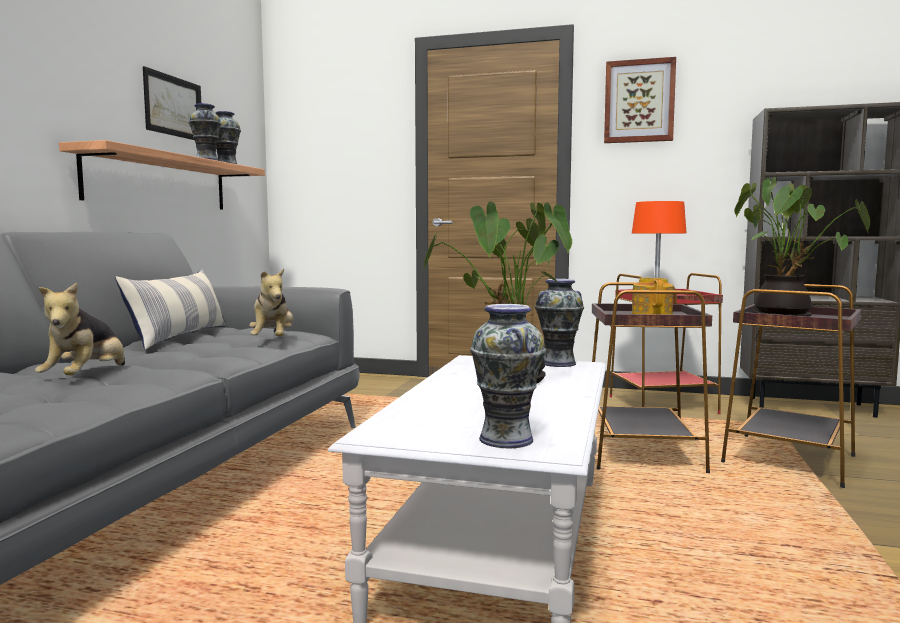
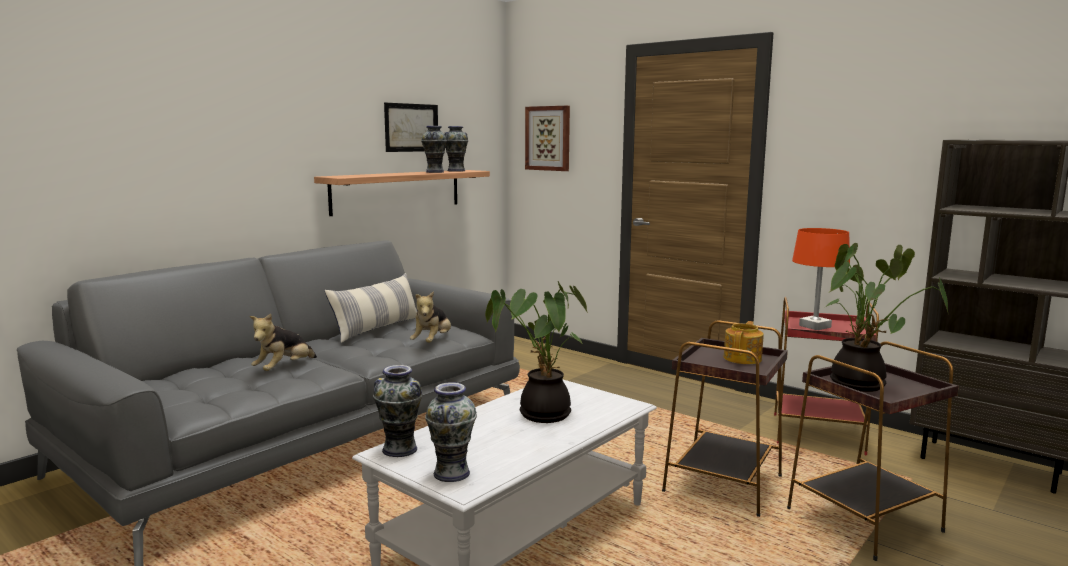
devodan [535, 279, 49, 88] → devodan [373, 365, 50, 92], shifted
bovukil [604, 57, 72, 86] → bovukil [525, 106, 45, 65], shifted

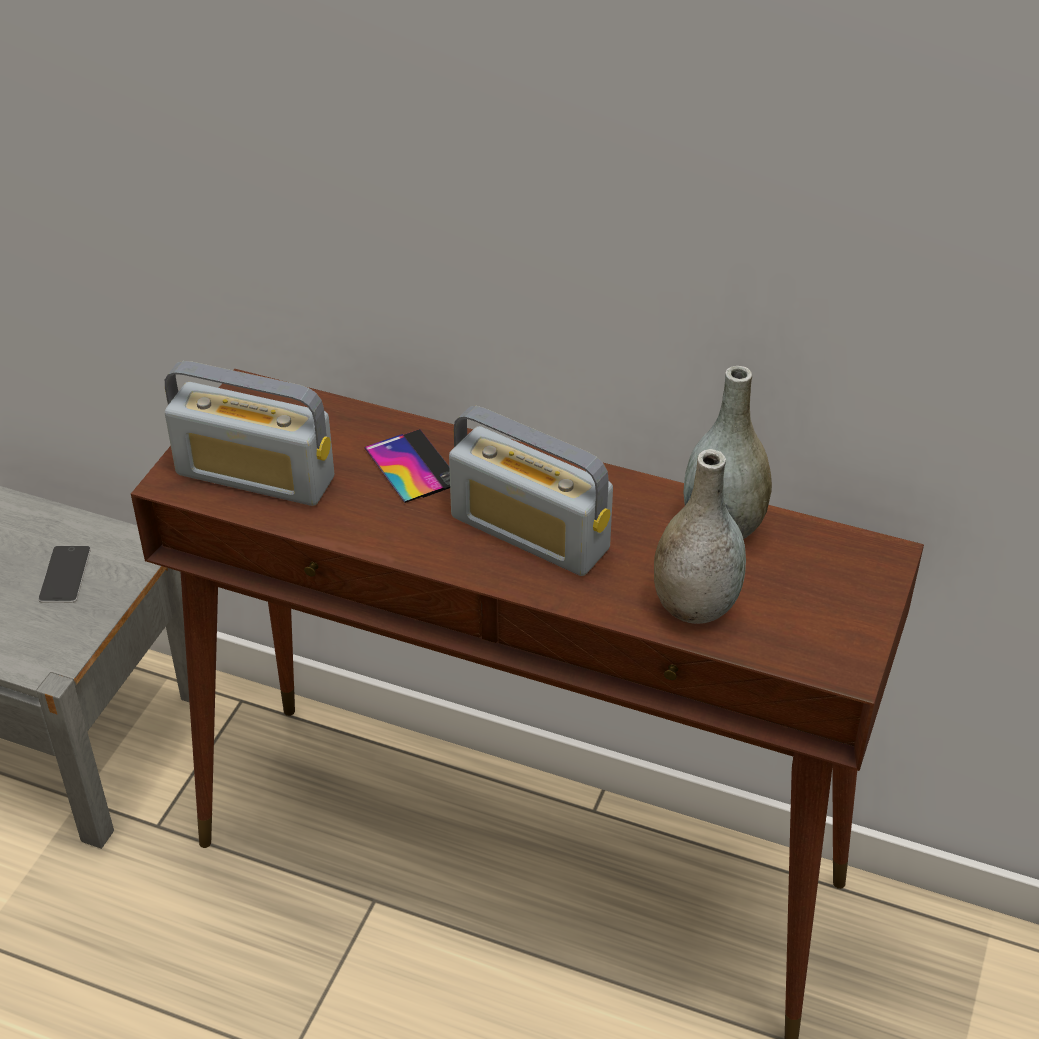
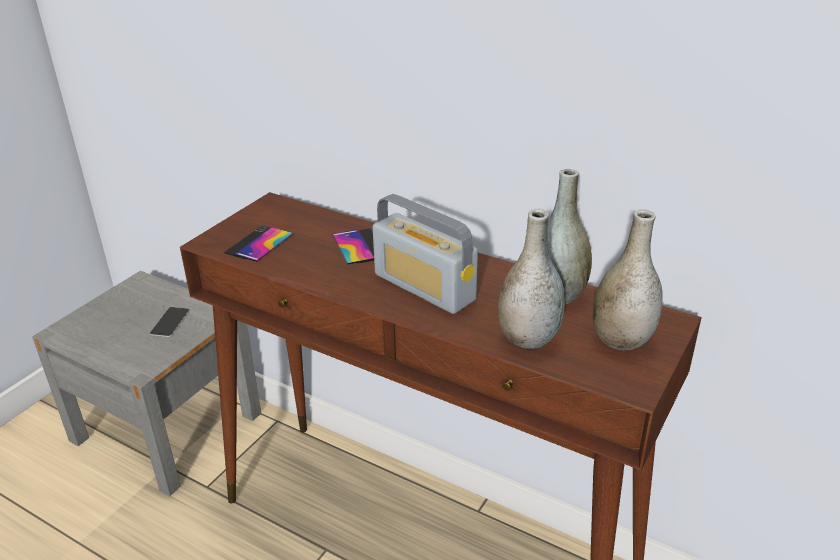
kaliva [165, 361, 170, 145] → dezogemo [224, 225, 69, 37]
- → grey_devodan [593, 209, 70, 141]

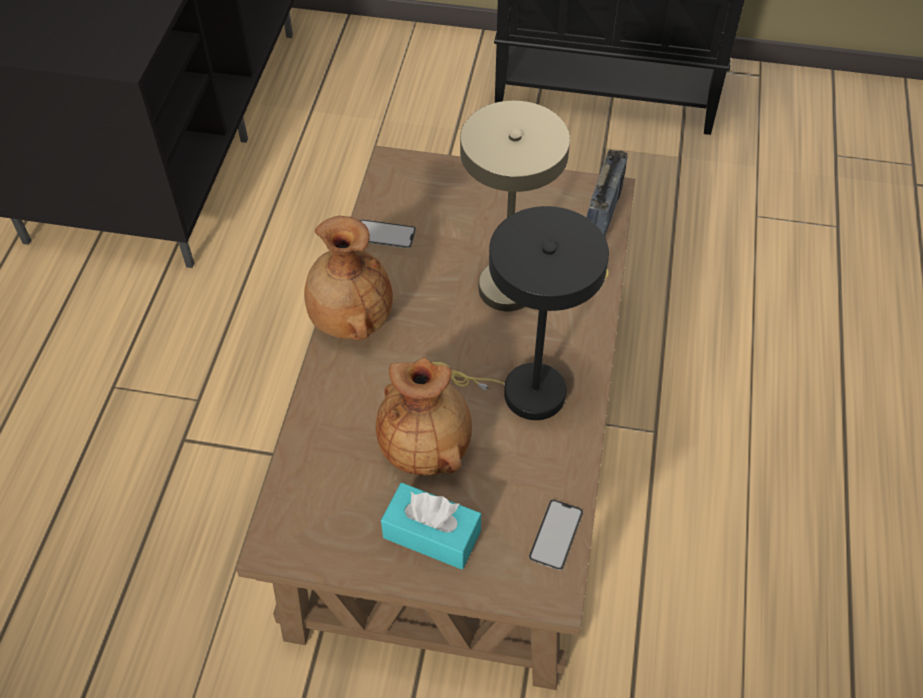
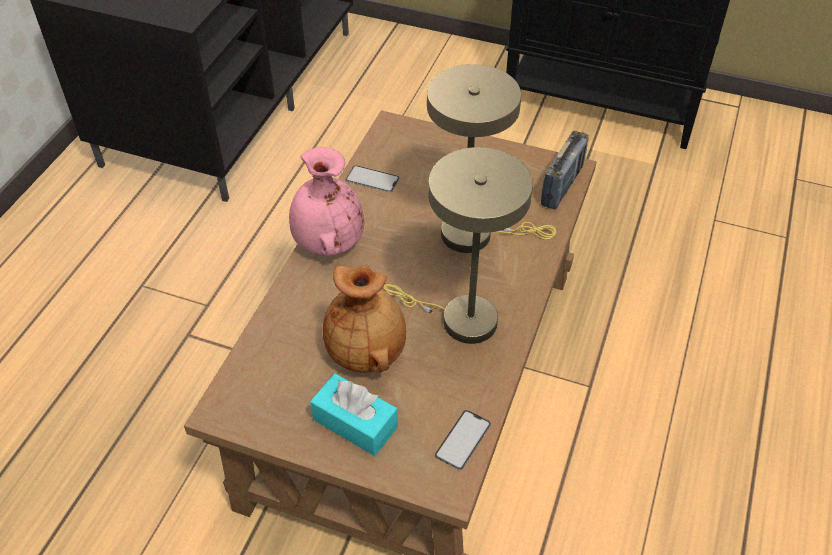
brown_devodan [304, 216, 89, 124] → pink_devodan [289, 147, 75, 109]
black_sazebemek [431, 206, 178, 214] → beige_sazebemek [383, 147, 150, 197]

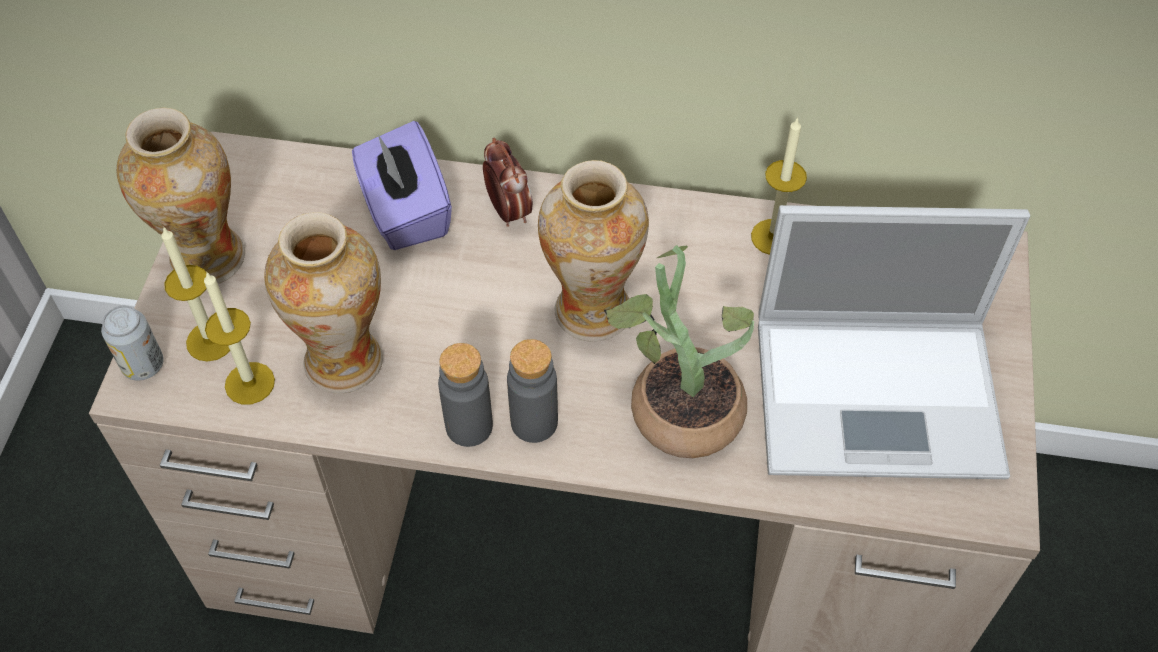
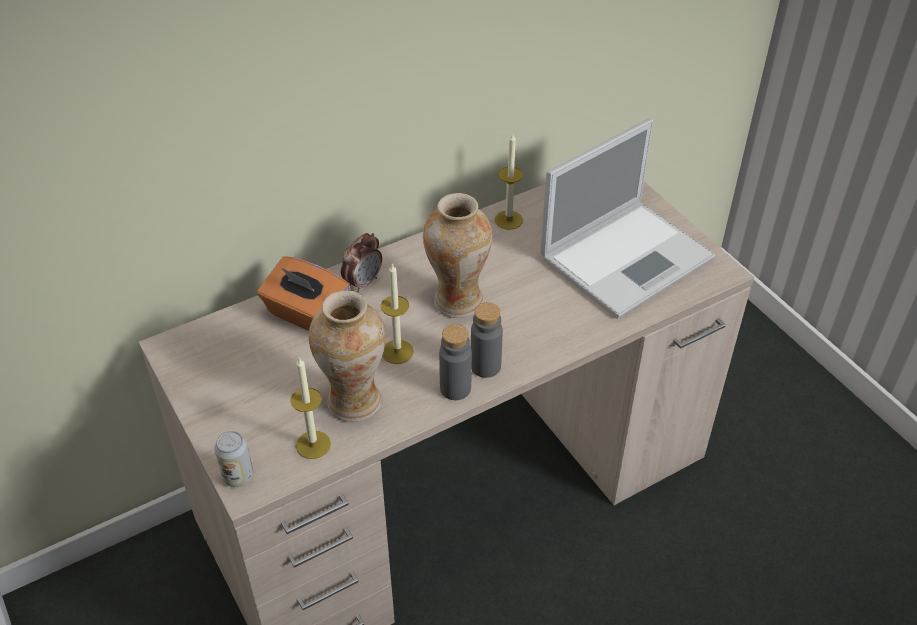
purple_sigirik [352, 121, 100, 129] → orange_sigirik [257, 256, 93, 75]
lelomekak [483, 138, 50, 89] → lelomekak [341, 233, 41, 60], 105 degrees clockwise
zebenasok [161, 226, 69, 136] → zebenasok [381, 263, 33, 101], shifted
devodan [116, 107, 129, 177] → -
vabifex [604, 245, 150, 213] → -

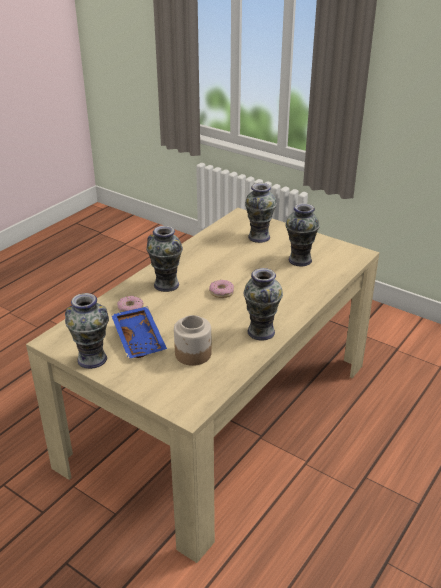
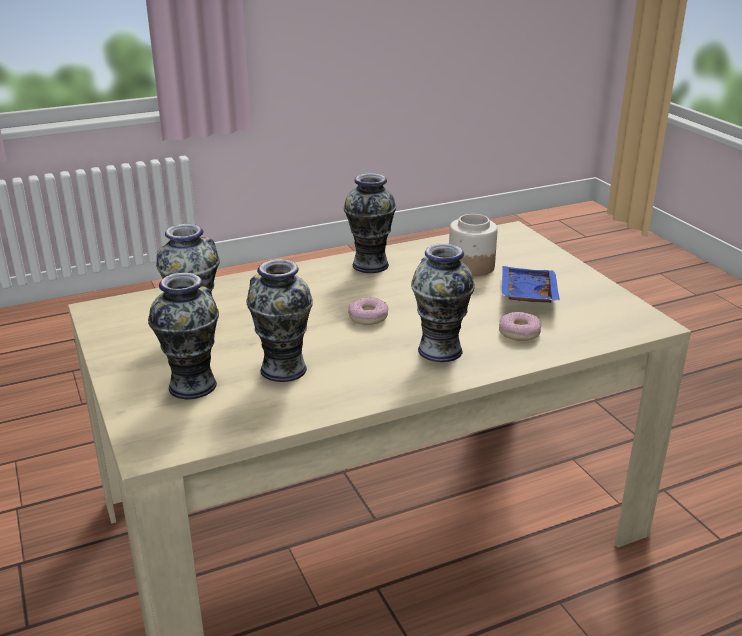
devodan [65, 293, 44, 76] → devodan [246, 259, 67, 123], shifted

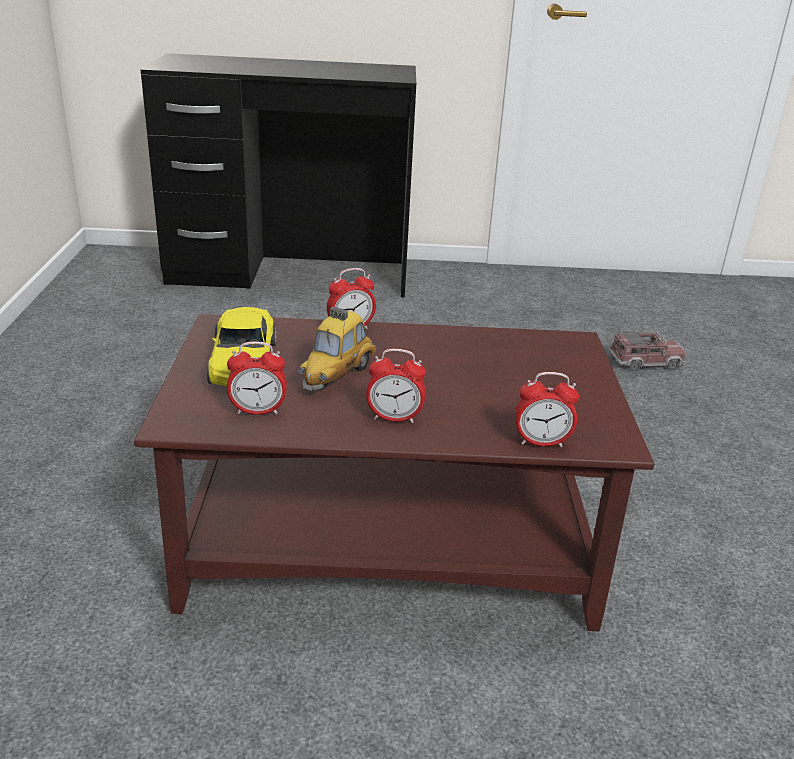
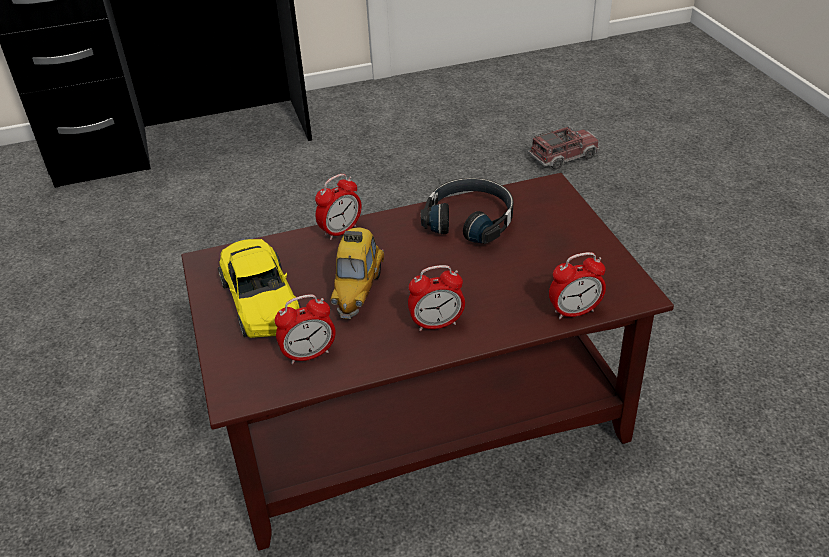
- → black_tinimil [421, 178, 93, 66]

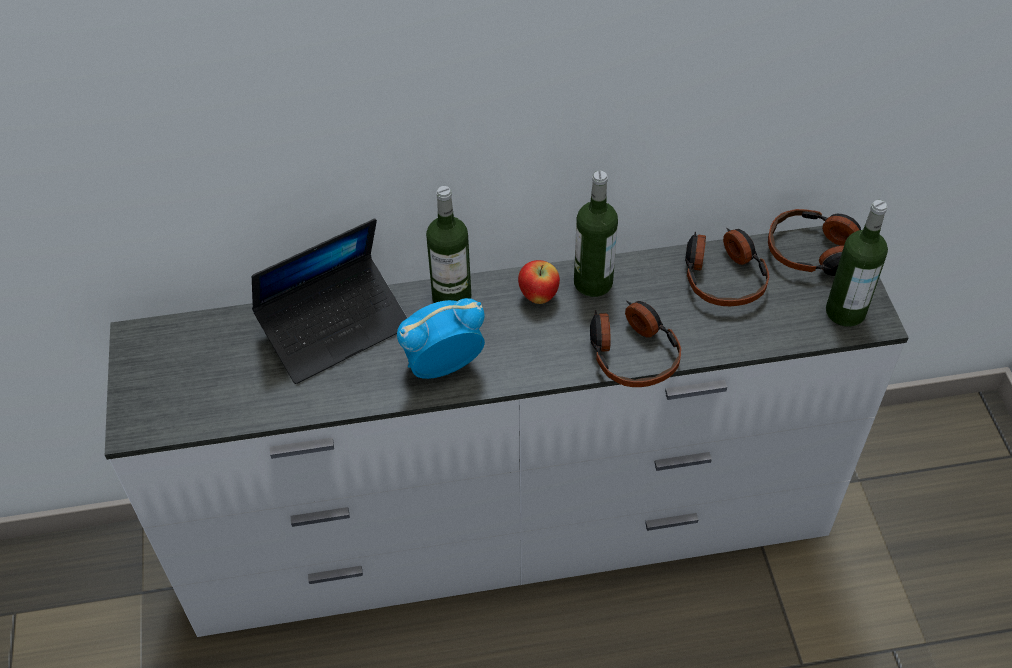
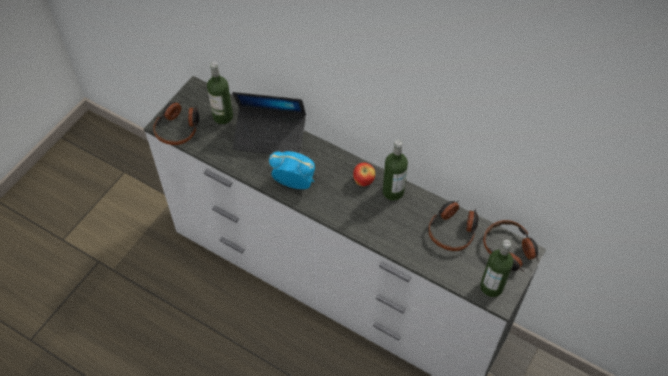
tinimil [590, 300, 91, 87] → tinimil [153, 101, 46, 44], shifted
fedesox [426, 186, 46, 117] → fedesox [207, 62, 26, 62], shifted

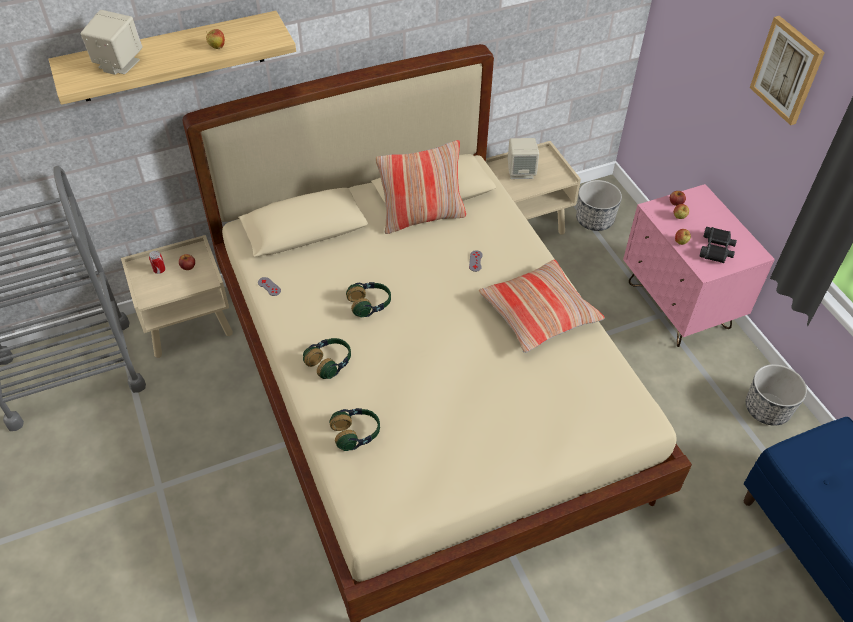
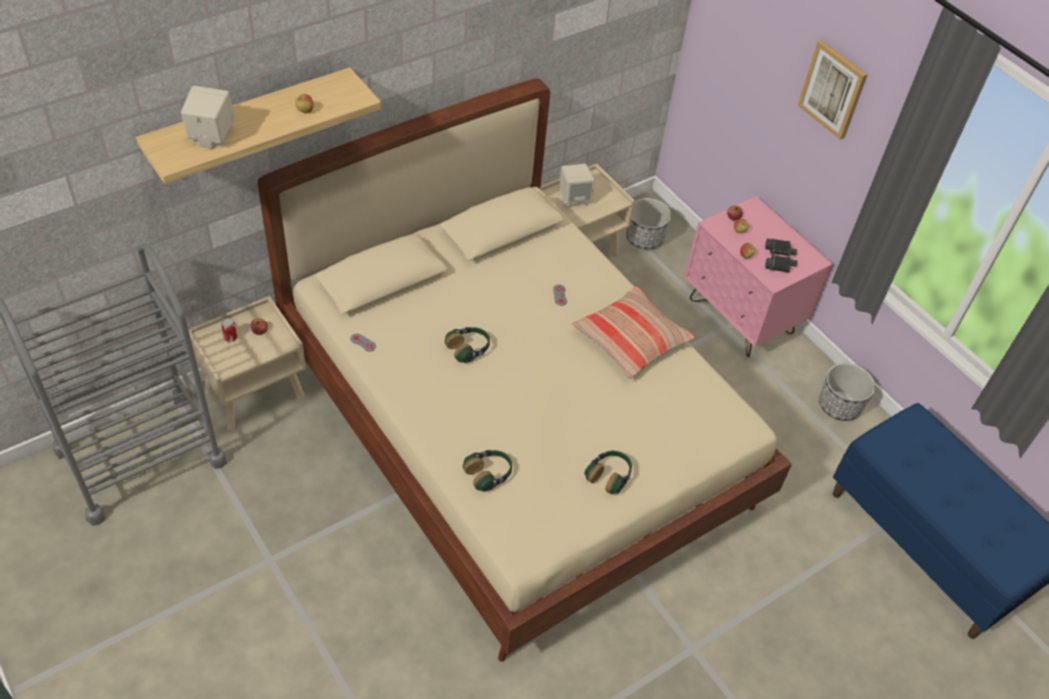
tinimil [303, 338, 48, 41] → tinimil [584, 451, 48, 43], shifted
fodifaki [376, 140, 90, 94] → -

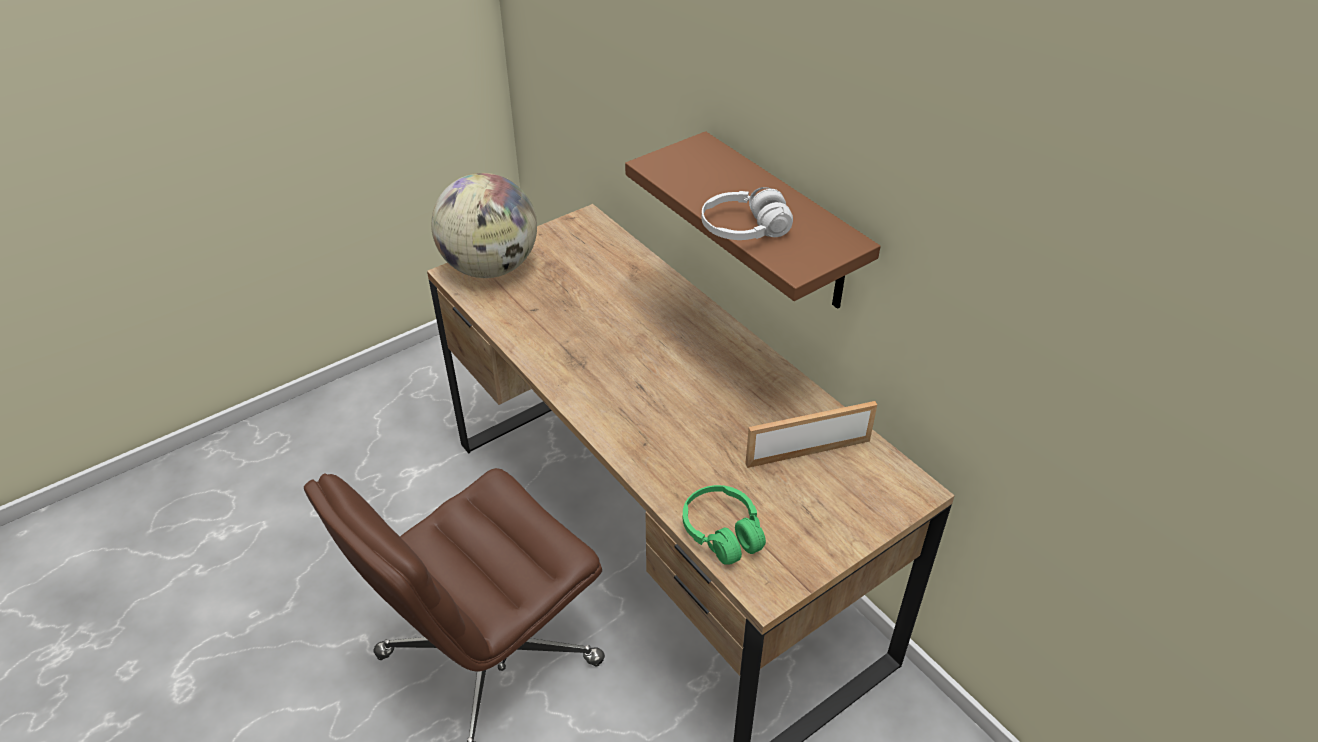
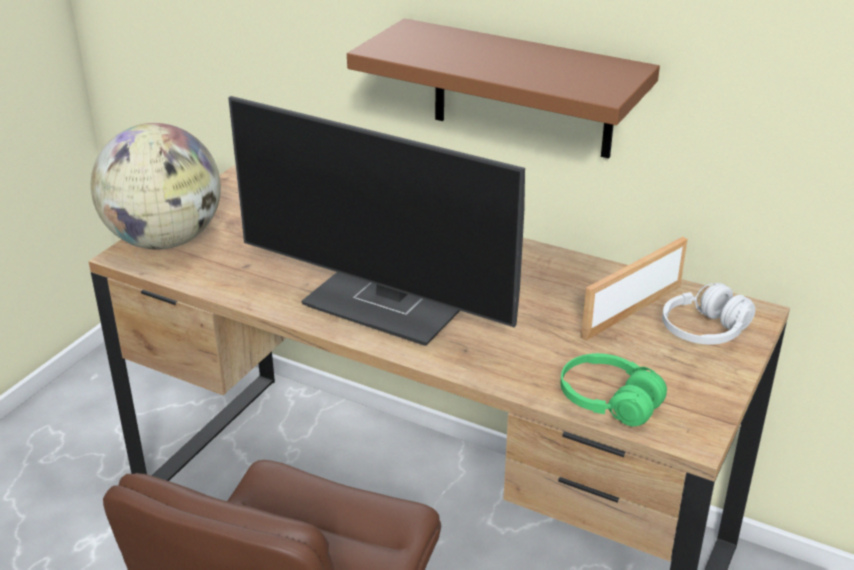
- → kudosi [228, 96, 297, 250]
white_tinimil [702, 187, 91, 53] → white_tinimil [662, 283, 93, 62], shifted

